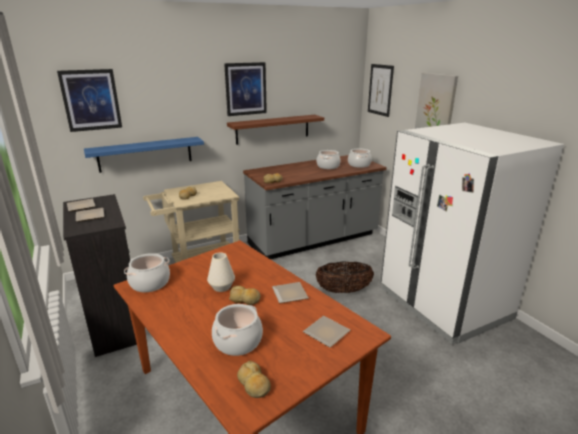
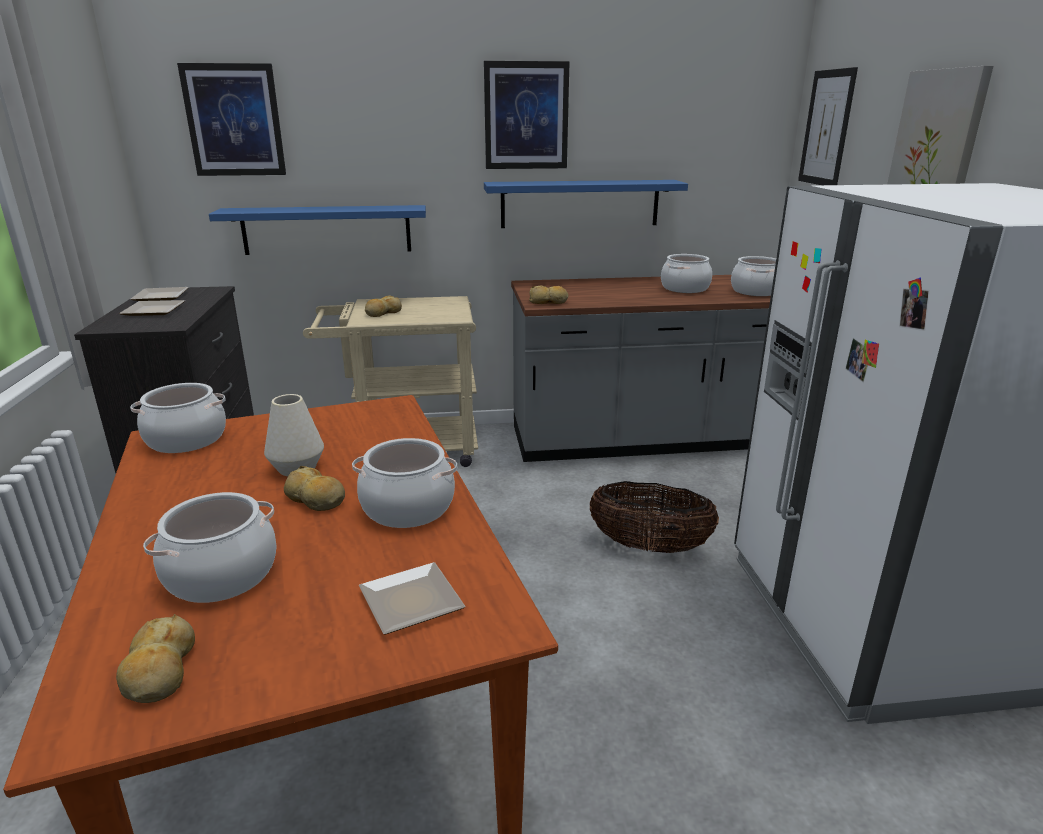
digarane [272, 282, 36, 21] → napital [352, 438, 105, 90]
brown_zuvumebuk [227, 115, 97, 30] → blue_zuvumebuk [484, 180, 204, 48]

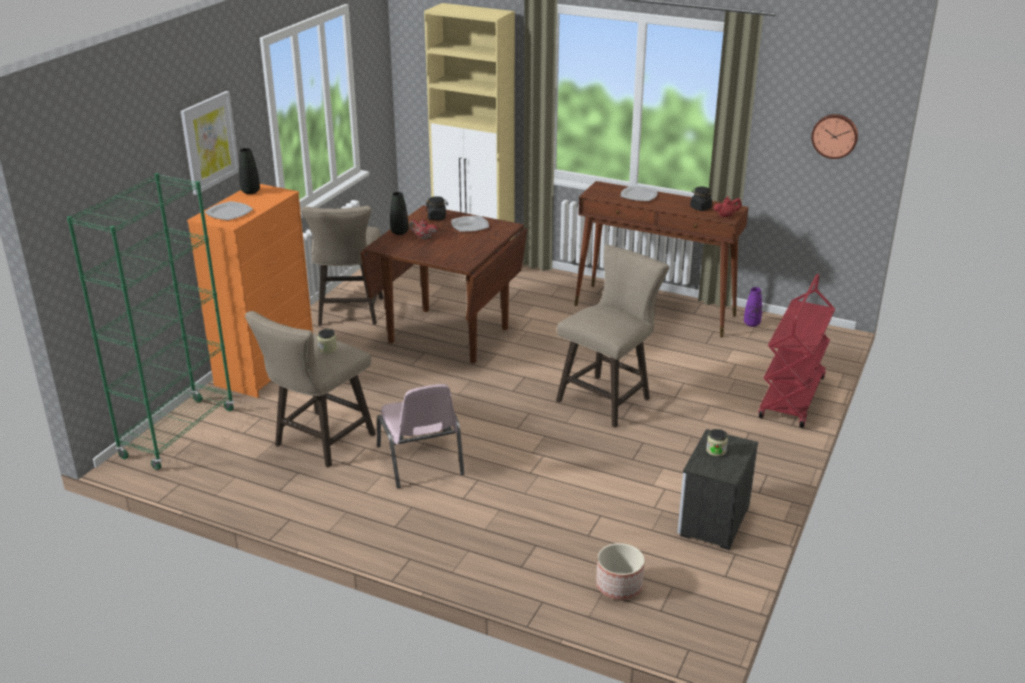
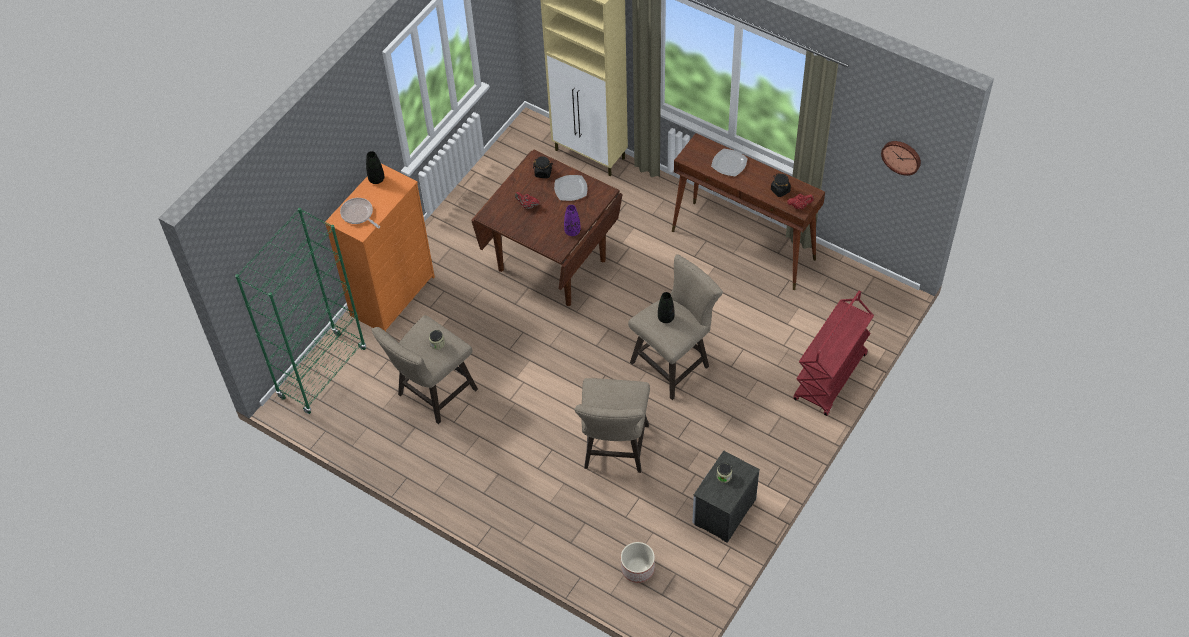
digarane [205, 201, 48, 19] → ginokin [340, 198, 40, 30]
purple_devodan [744, 287, 18, 40] → purple_devodan [564, 205, 17, 31], shifted
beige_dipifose [301, 206, 83, 120] → beige_dipifose [574, 378, 76, 95], shifted
black_devodan [390, 192, 19, 43] → black_devodan [658, 292, 17, 31], shifted
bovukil [180, 91, 59, 104] → -
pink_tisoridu [377, 384, 87, 104] → -

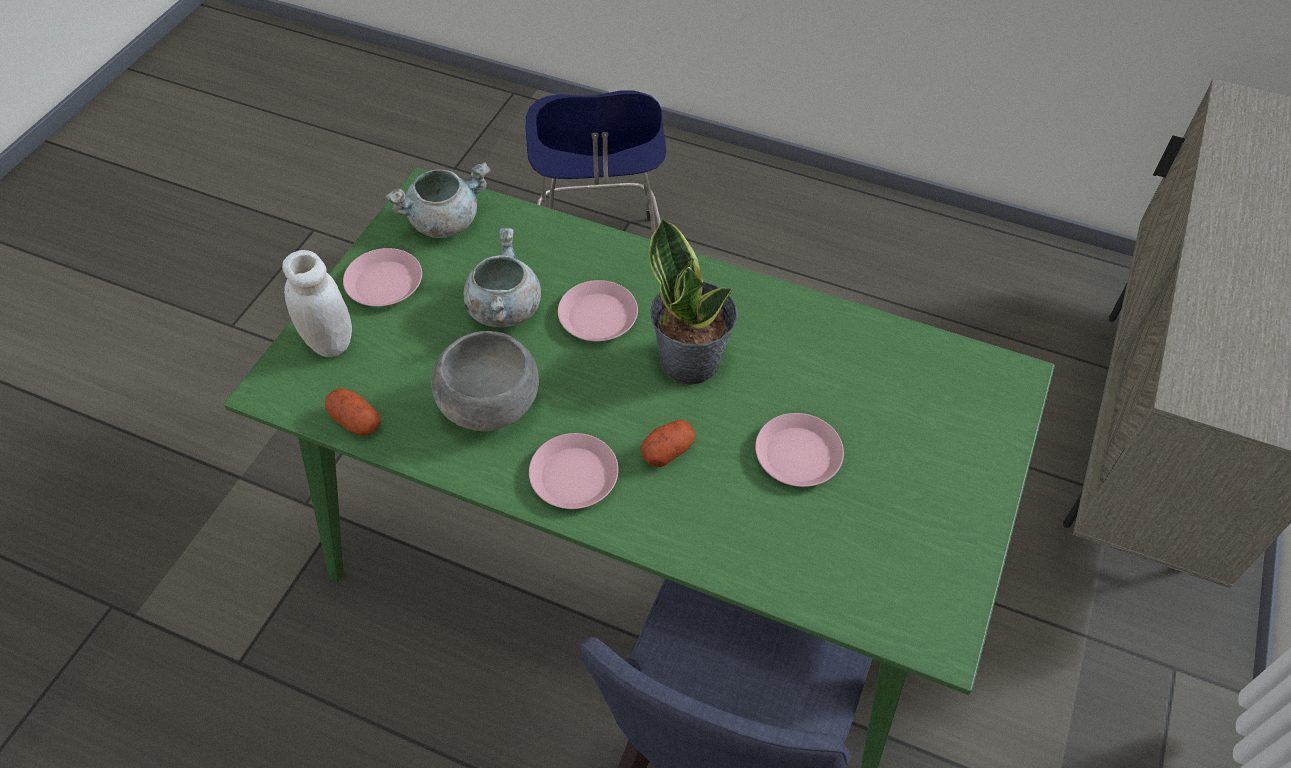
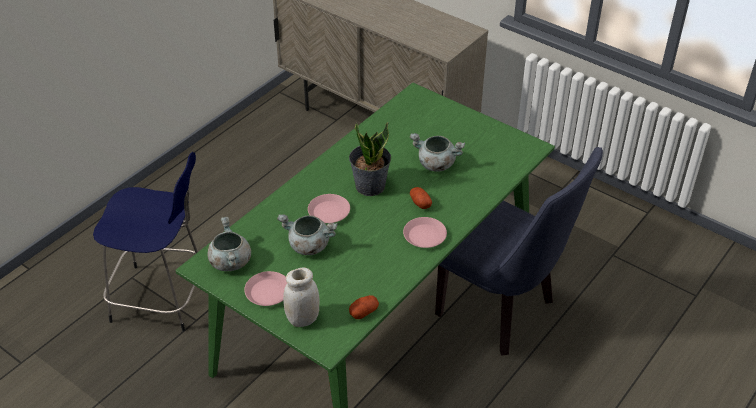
pink_digarane [755, 413, 89, 74] → grey_napital [410, 133, 55, 39]
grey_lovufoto [431, 331, 108, 100] → -

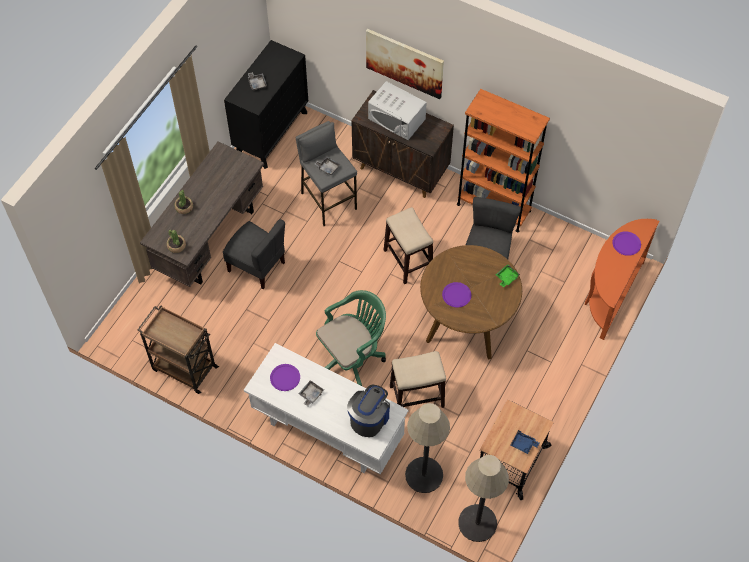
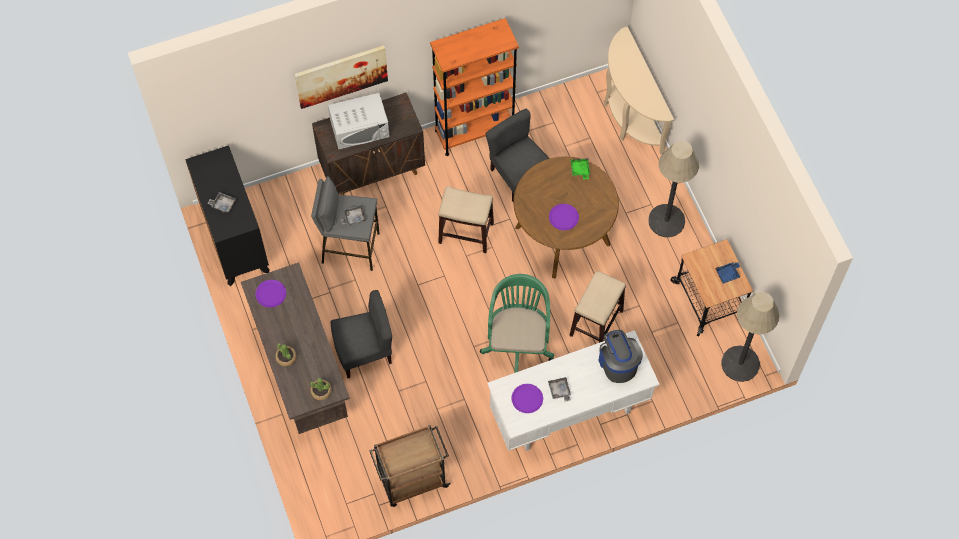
purple_digarane [612, 231, 29, 25] → purple_digarane [255, 280, 31, 28], shifted
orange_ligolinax [585, 219, 75, 121] → beige_ligolinax [604, 26, 70, 129]
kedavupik [405, 403, 45, 90] → kedavupik [648, 141, 51, 96], shifted

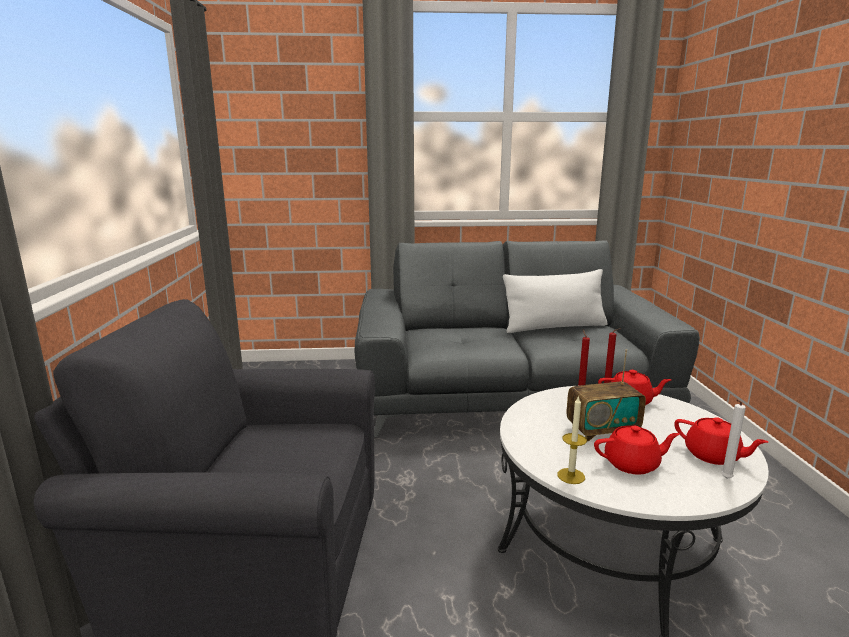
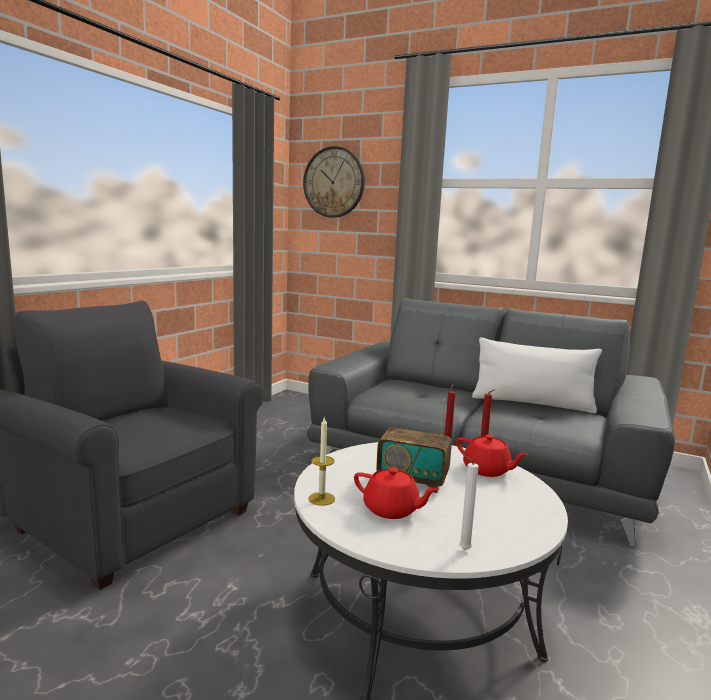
- → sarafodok [303, 146, 62, 72]
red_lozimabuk [674, 417, 94, 48] → -

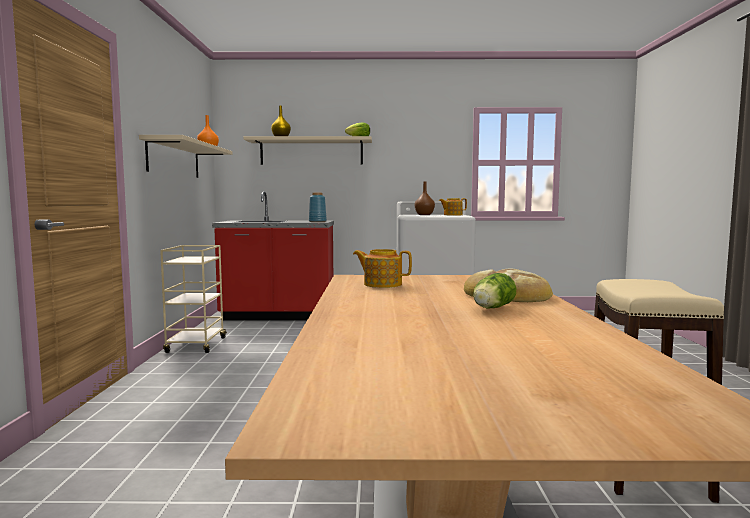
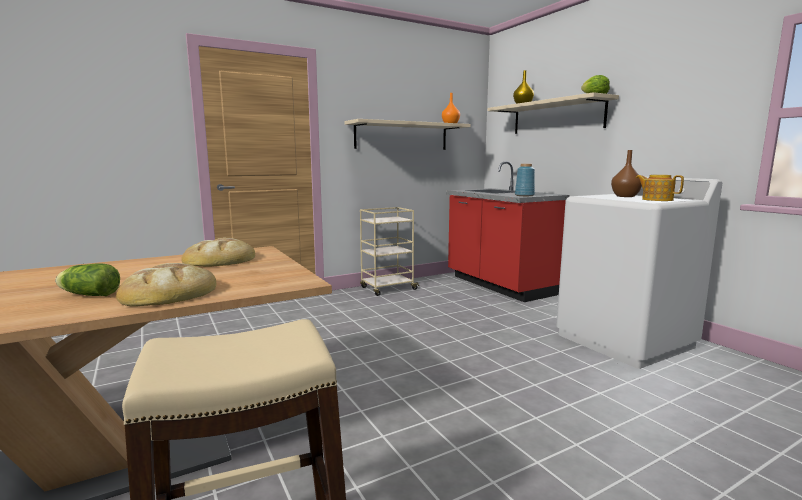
lozimabuk [353, 249, 59, 39] → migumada [181, 238, 74, 29]

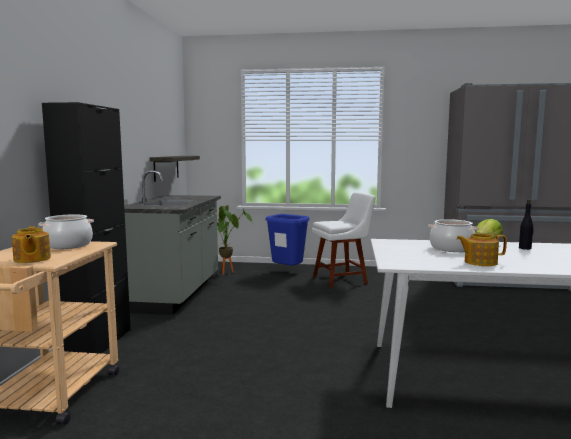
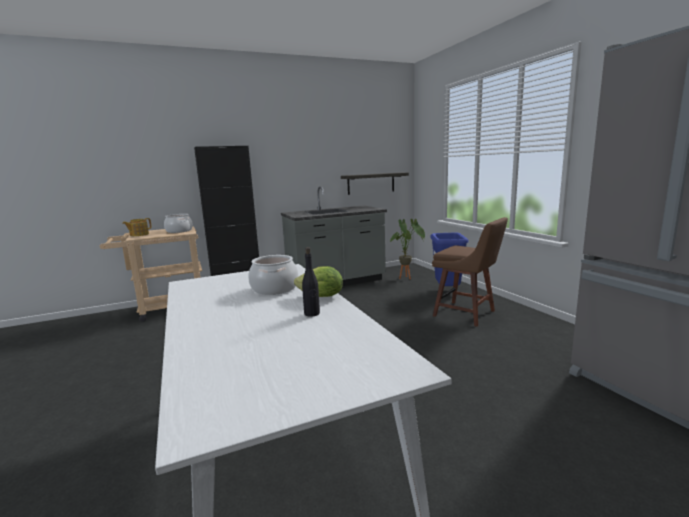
white_tisoridu [312, 192, 64, 96] → brown_tisoridu [432, 217, 76, 110]
lozimabuk [456, 233, 51, 33] → -

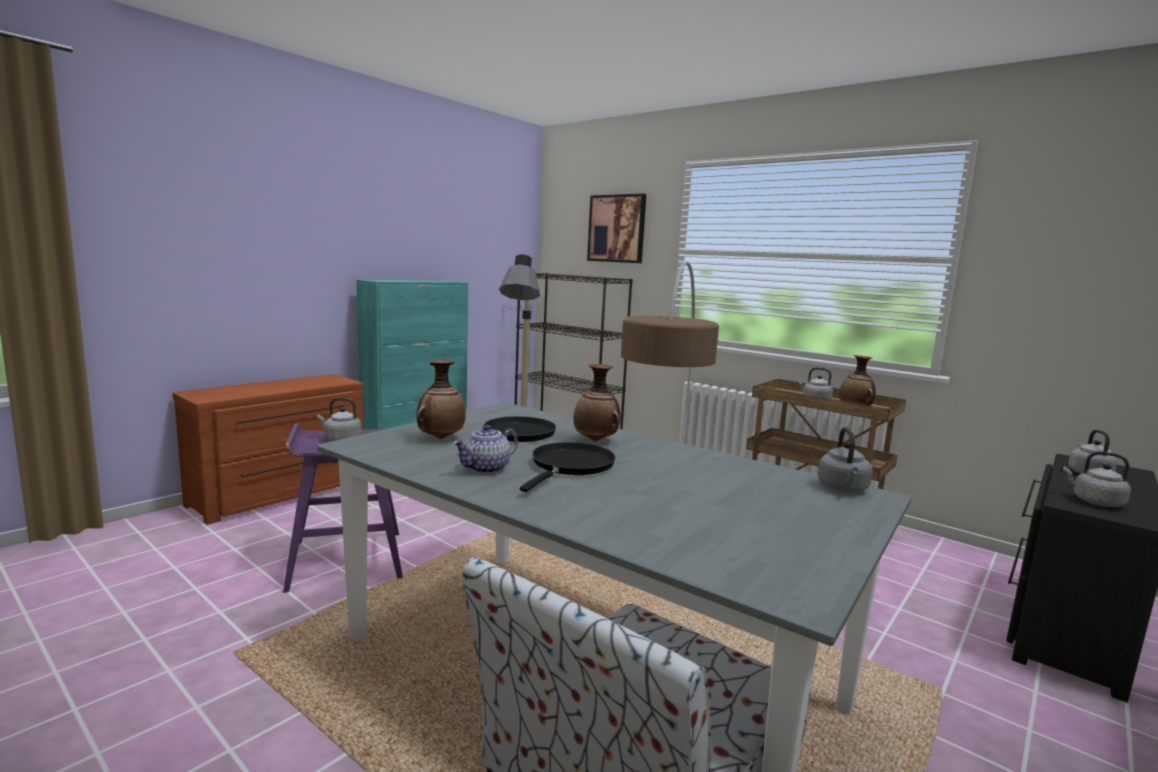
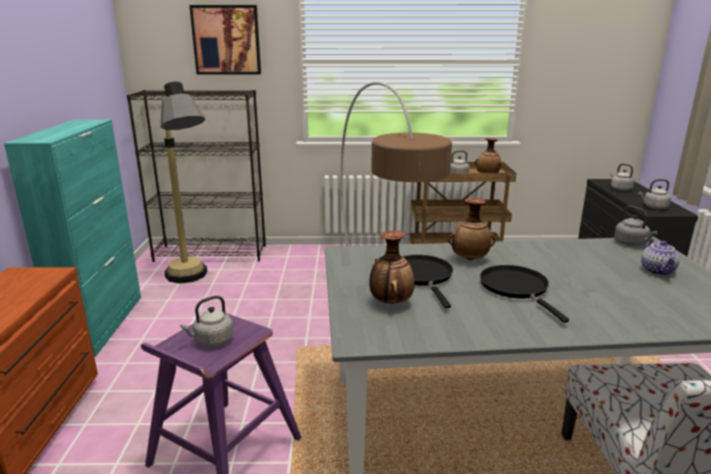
lozimabuk [453, 425, 65, 49] → lozimabuk [641, 239, 39, 37], shifted

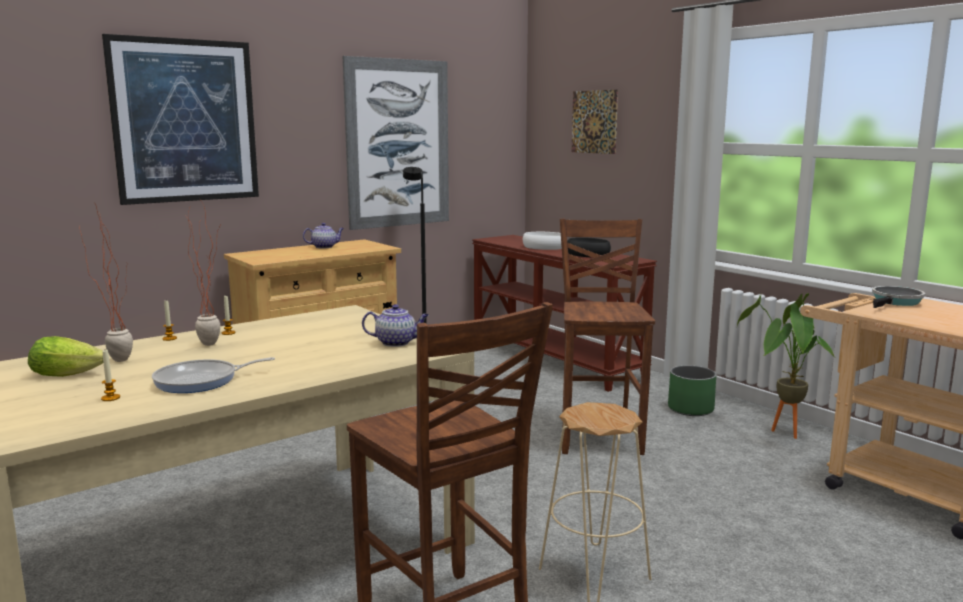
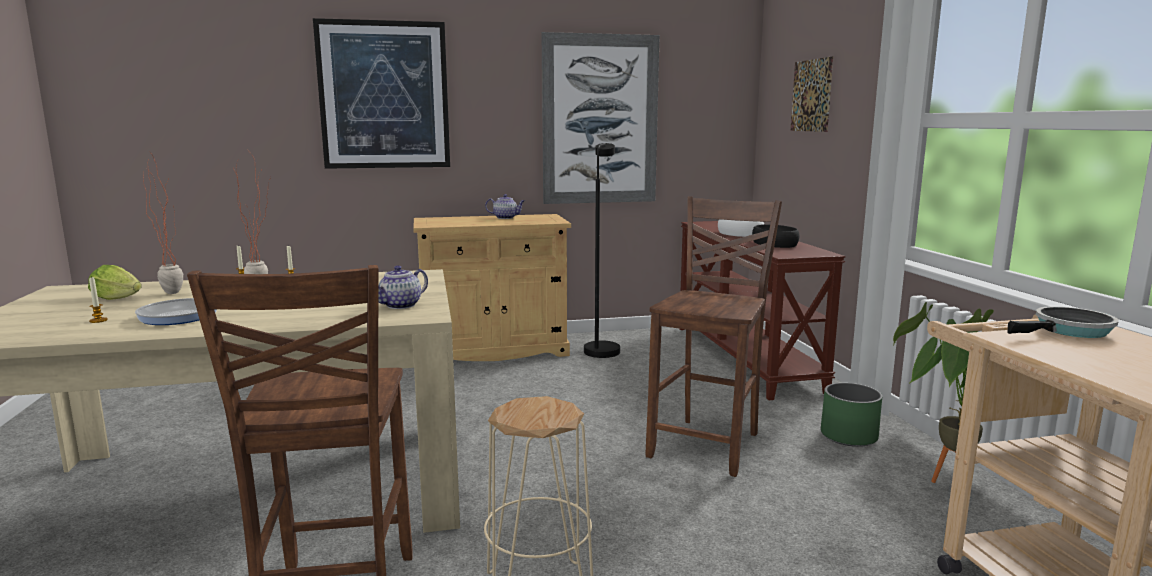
lozimabuk [362, 304, 67, 43] → lozimabuk [378, 265, 50, 44], 105 degrees clockwise

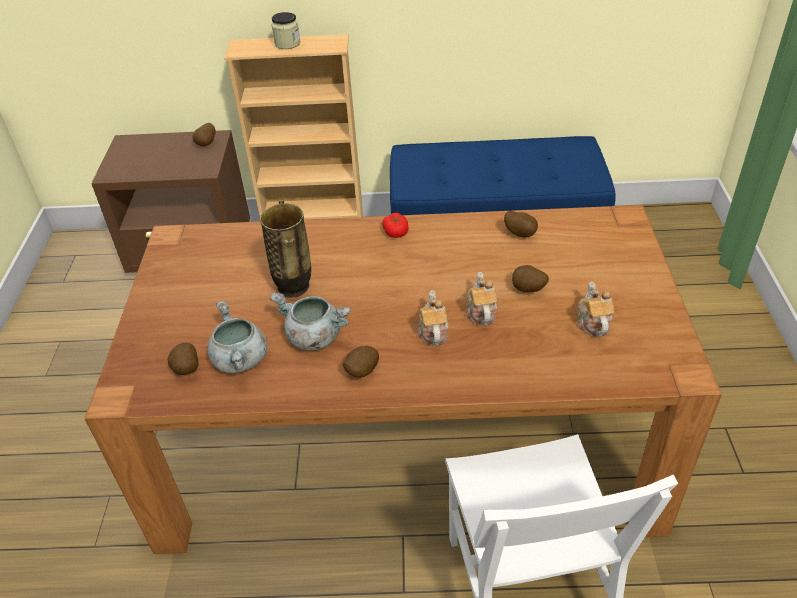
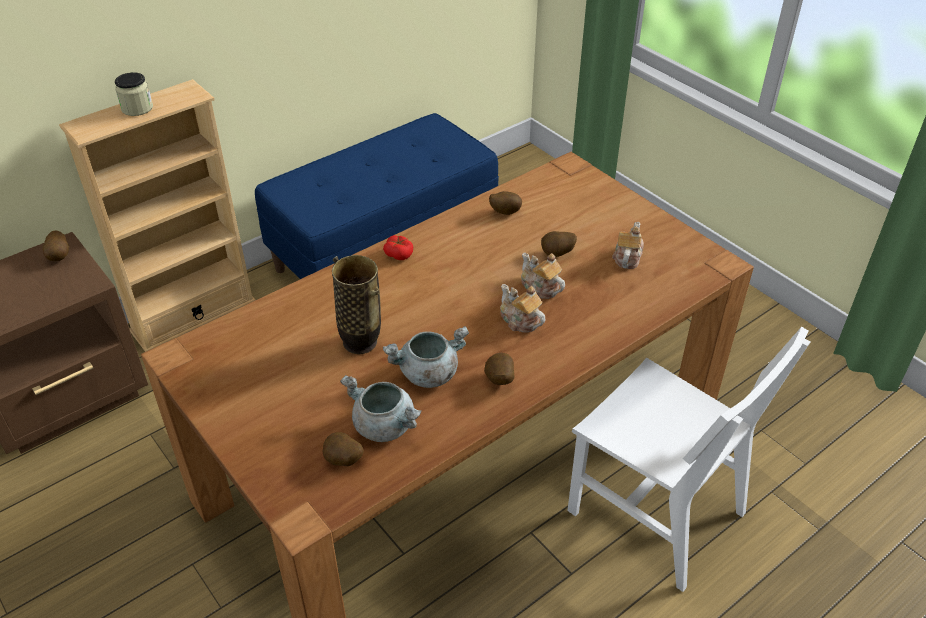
lozimabuk [577, 281, 38, 56] → lozimabuk [612, 222, 32, 47], 60 degrees clockwise

